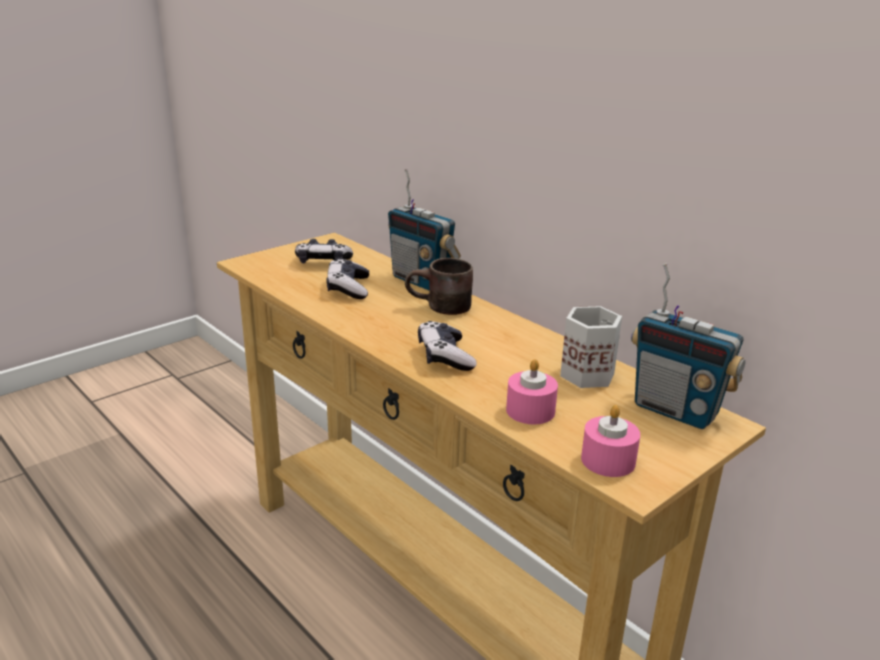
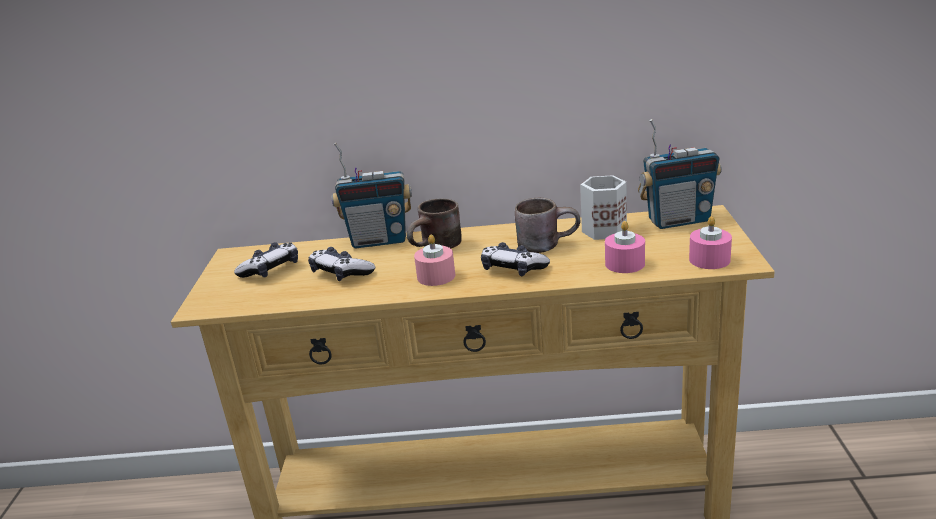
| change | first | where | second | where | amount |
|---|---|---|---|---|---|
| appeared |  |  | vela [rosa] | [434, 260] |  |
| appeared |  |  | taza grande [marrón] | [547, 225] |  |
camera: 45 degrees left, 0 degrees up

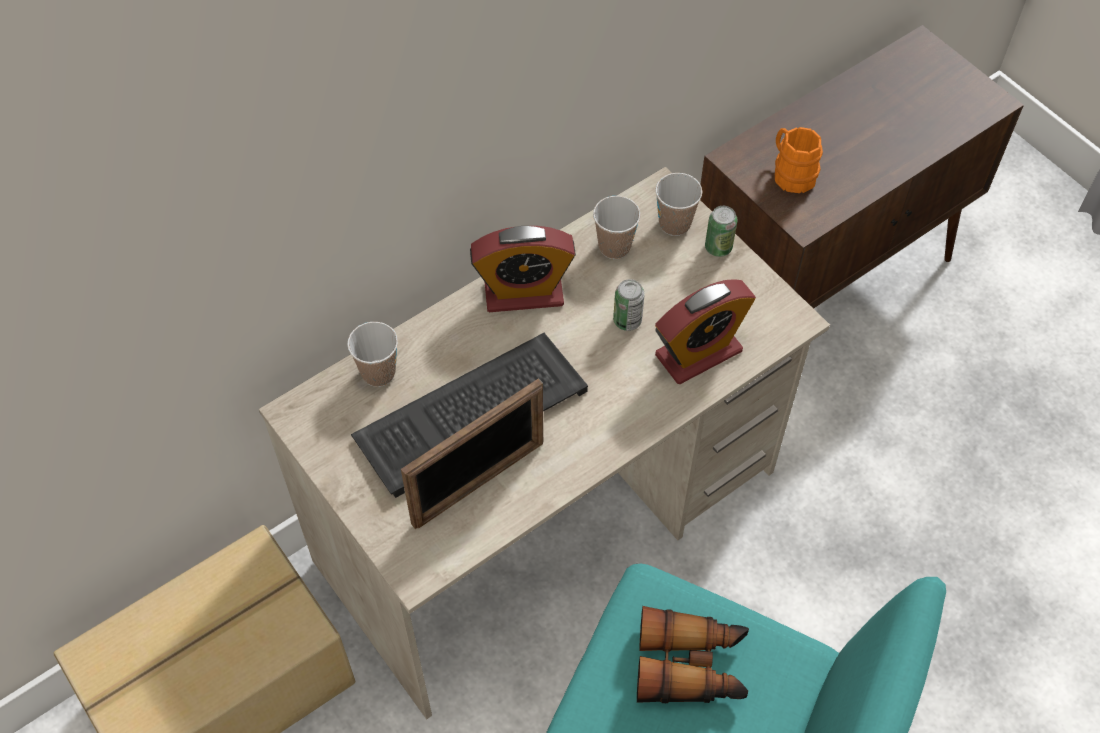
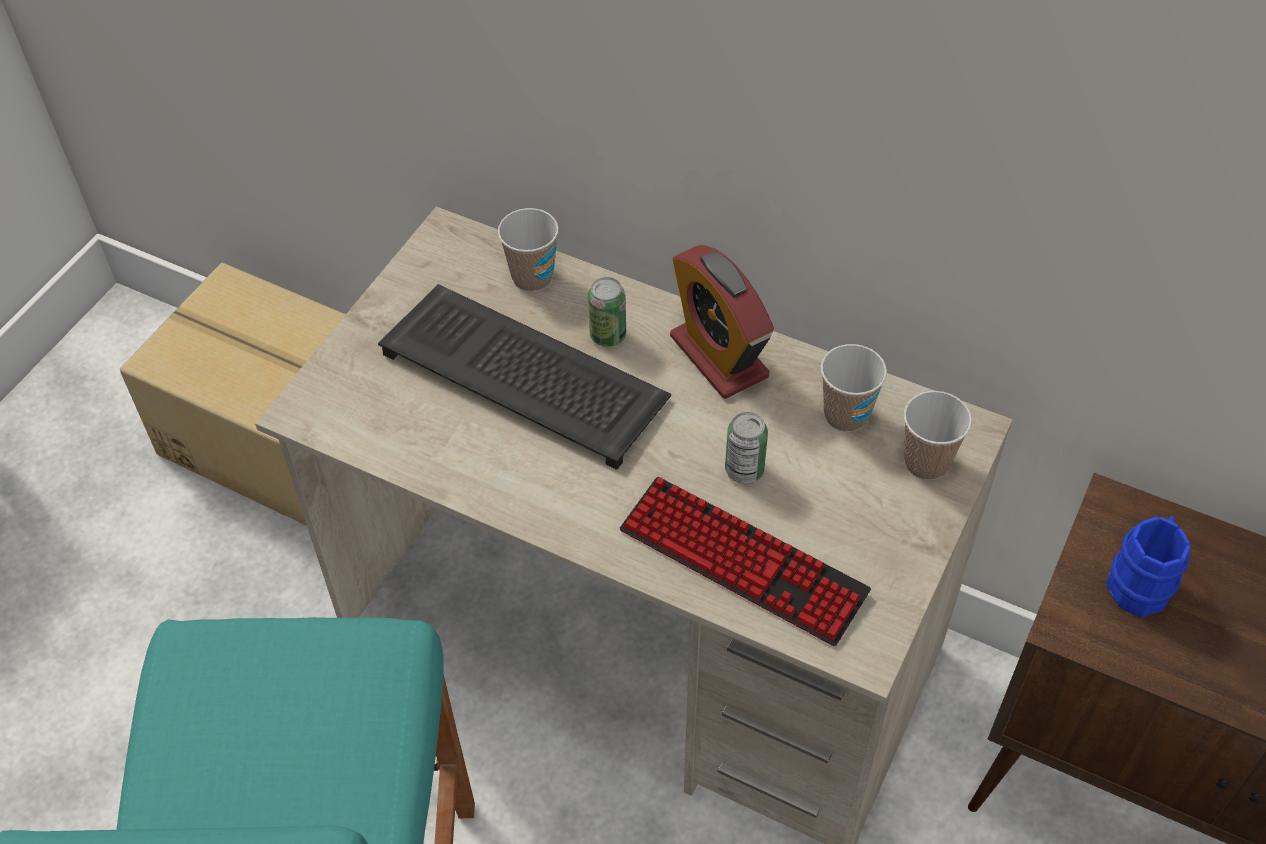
| change | first | where | second | where | amount |
|---|---|---|---|---|---|
| missing | portarretratos | [472, 453] |  |  |  |
| missing | prismáticos | [693, 654] |  |  |  |
| relocated | lata | [721, 231] |  | [607, 312] |  |
| exchanged | despertador | [705, 331] | teclado | [745, 561] |  |
| colour | taza grande [naranja] | [799, 160] | taza grande [azul] | [1148, 566] |  |
camera: 65 degrees right, 5 degrees down

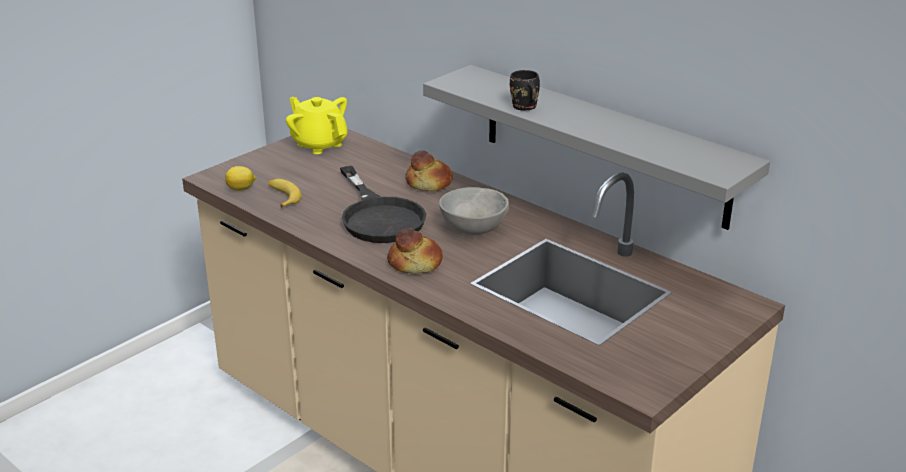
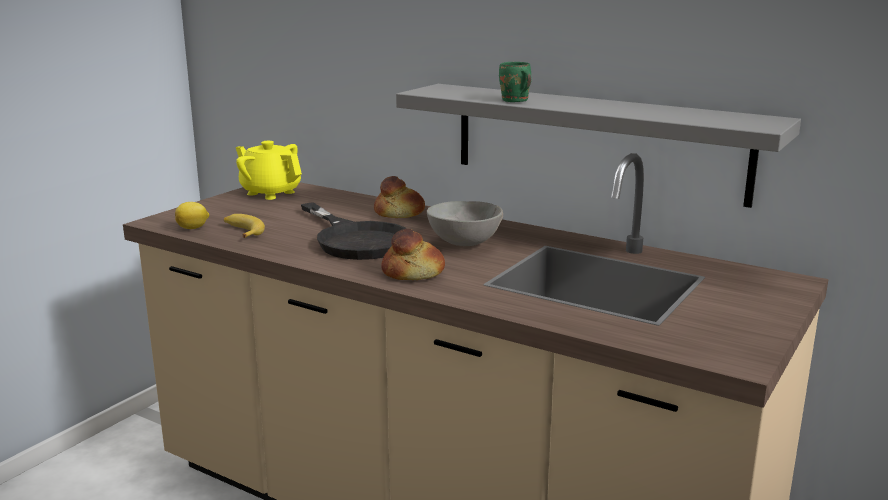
| change | first | where | second | where | amount |
|---|---|---|---|---|---|
| colour | taza grande [negro] | [525, 90] | taza grande [verde] | [515, 82] |  |
camera: 10 degrees left, 10 degrees down

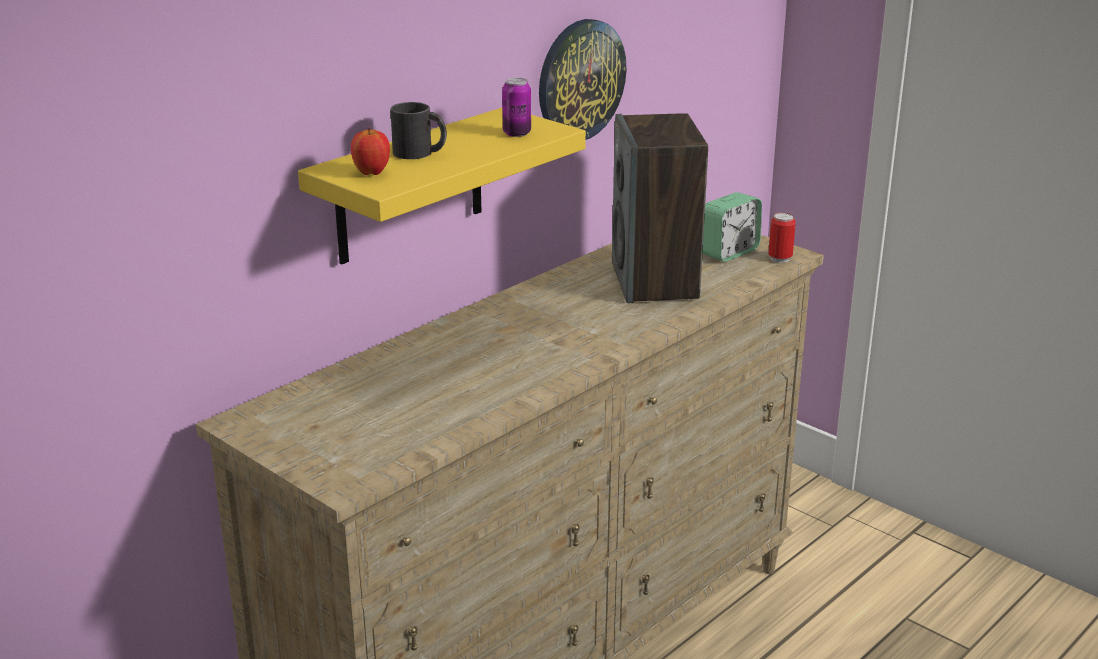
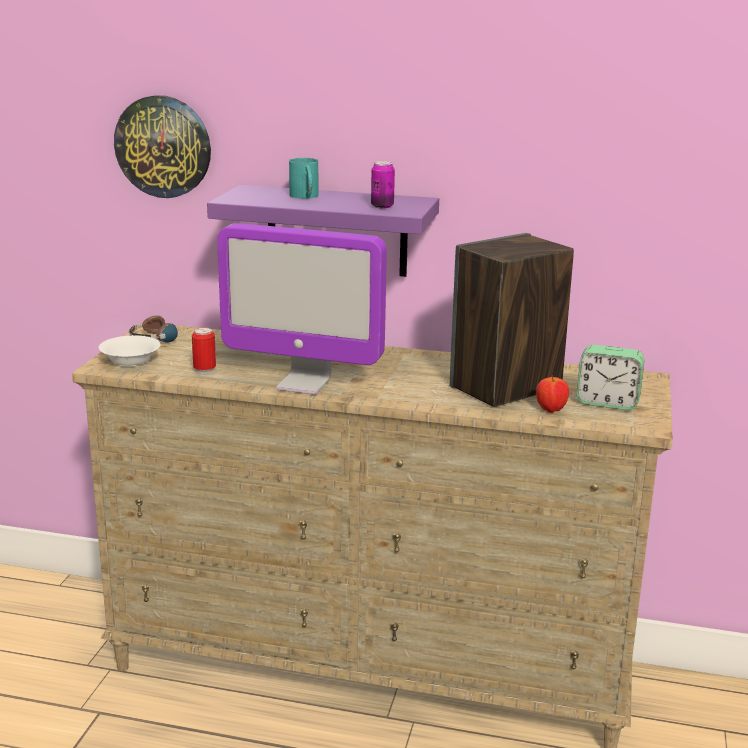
| change | first | where | second | where | amount |
|---|---|---|---|---|---|
| appeared |  |  | cuenco [blanco] | [129, 351] |  |
| appeared |  |  | auriculares | [160, 328] |  |
| appeared |  |  | monitor | [302, 309] |  |
| relocated | manzana | [370, 151] |  | [552, 394] |  |
| relocated | reloj de pared | [583, 79] |  | [162, 146] |  |
| relocated | lata | [782, 238] |  | [204, 350] |  |
| colour | estante [amarillo] | [442, 186] | estante [morado] | [323, 231] |  |
| colour | taza grande [negro] | [418, 130] | taza grande [turquesa] | [303, 178] |  |
camera: 60 degrees right, 5 degrees down

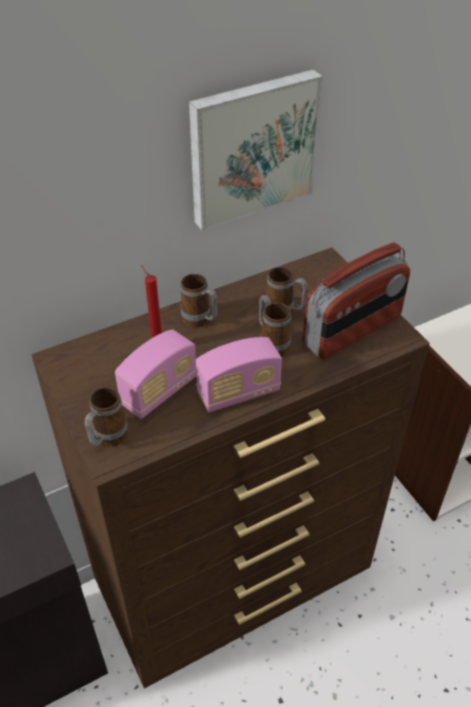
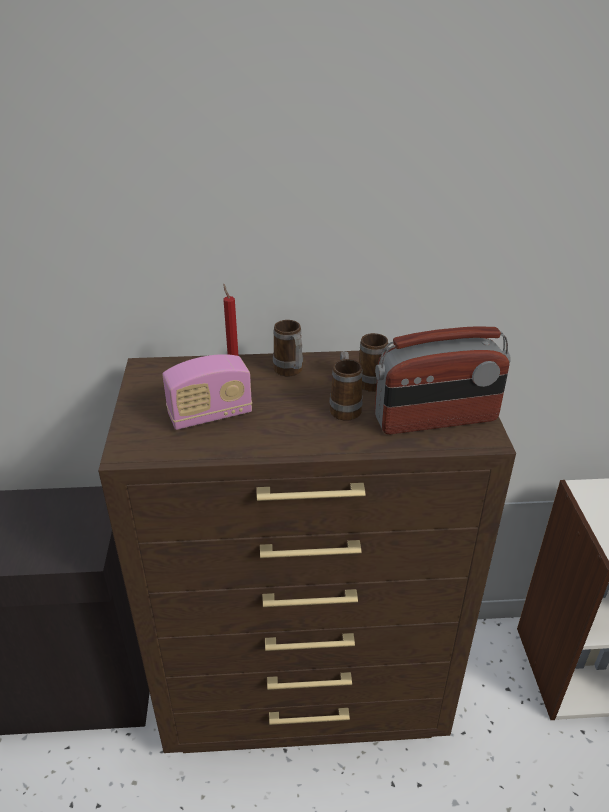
| change | first | where | second | where | amount |
|---|---|---|---|---|---|
| missing | taza grande | [106, 417] |  |  |  |
| missing | cuadro | [256, 149] |  |  |  |
| missing | radio | [239, 374] |  |  |  |
camera: 25 degrees right, 10 degrees down

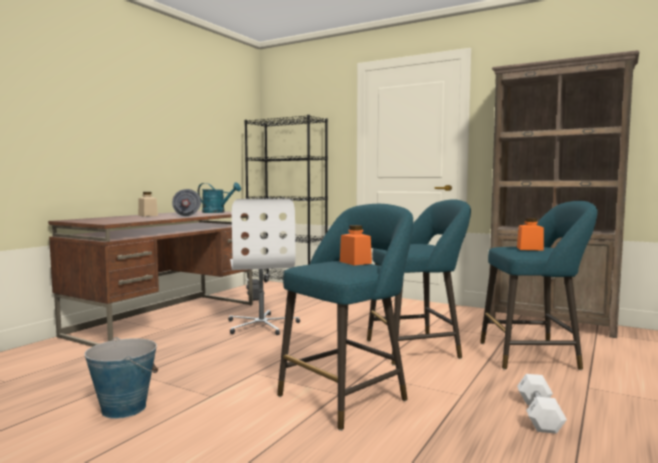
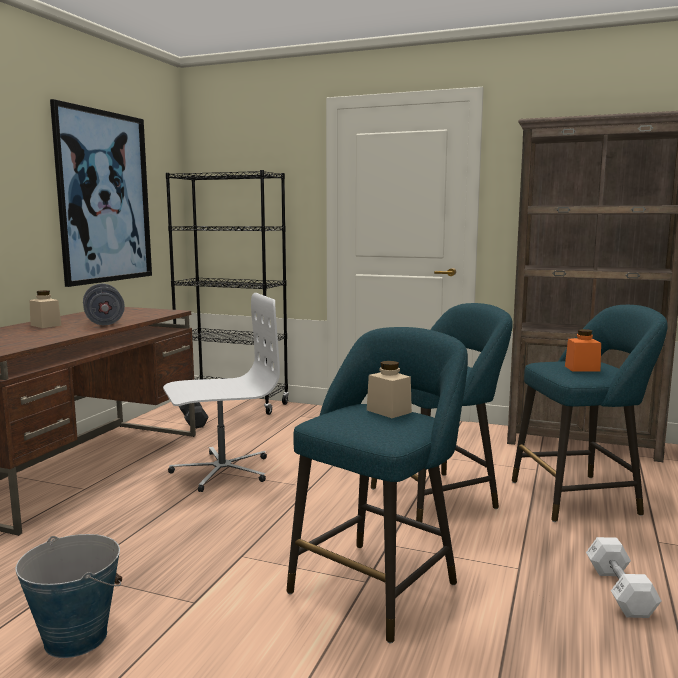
| change | first | where | second | where | amount |
|---|---|---|---|---|---|
| missing | regadera [turquesa] | [219, 197] |  |  |  |
| appeared |  |  | cuadro | [101, 193] |  |
| colour | tarro [naranja] | [356, 245] | tarro [beis] | [389, 389] |  |
| spun | silla de oficina [blanco] | [264, 267] |  | [221, 392] | 90 degrees counterclockwise |
camera: 10 degrees left, 5 degrees up

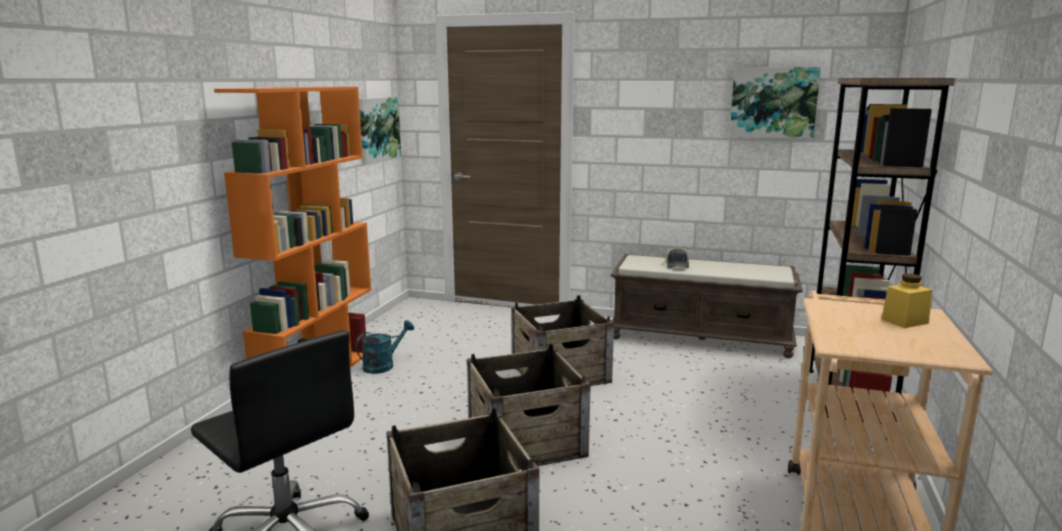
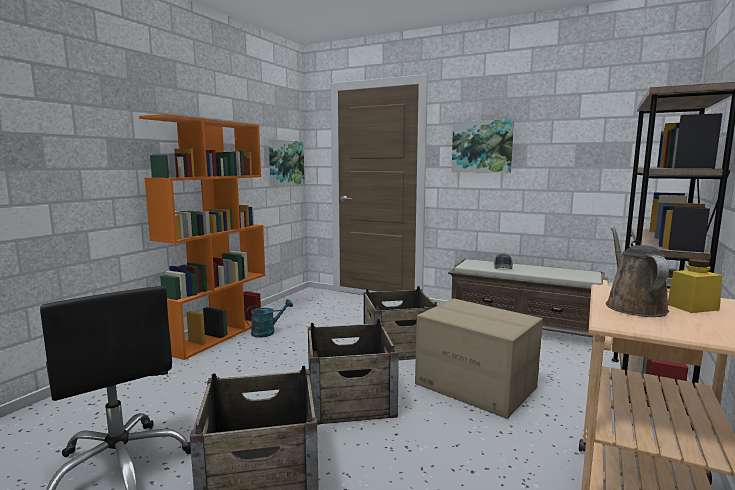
| change | first | where | second | where | amount |
|---|---|---|---|---|---|
| appeared |  |  | caja de cartón | [479, 358] |  |
| appeared |  |  | regadera [marrón] | [637, 272] |  |
| relocated | cuadro | [775, 103] |  | [482, 146] |  |
camera: 10 degrees right, 5 degrees down

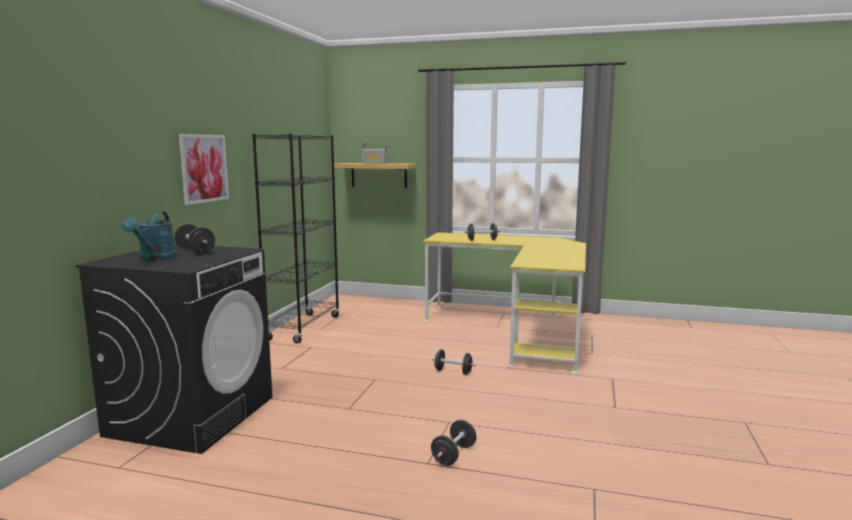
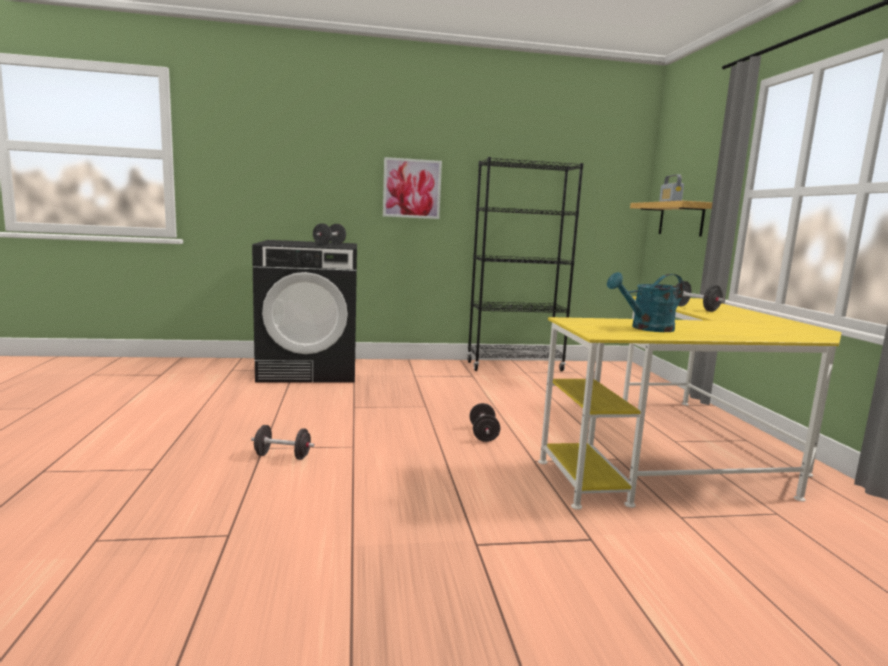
| change | first | where | second | where | amount |
|---|---|---|---|---|---|
| relocated | regadera [turquesa] | [149, 236] |  | [645, 302] |  |
camera: 65 degrees right, 0 degrees up

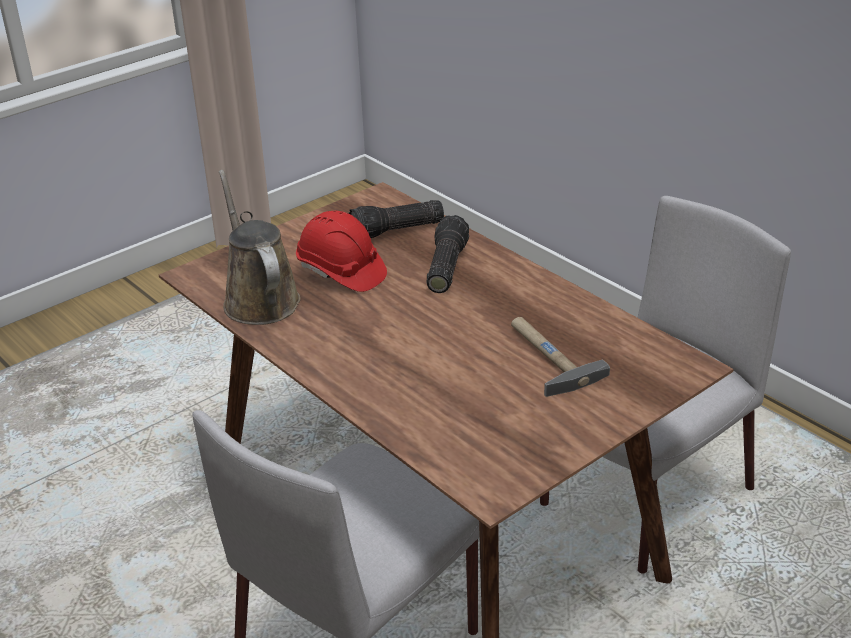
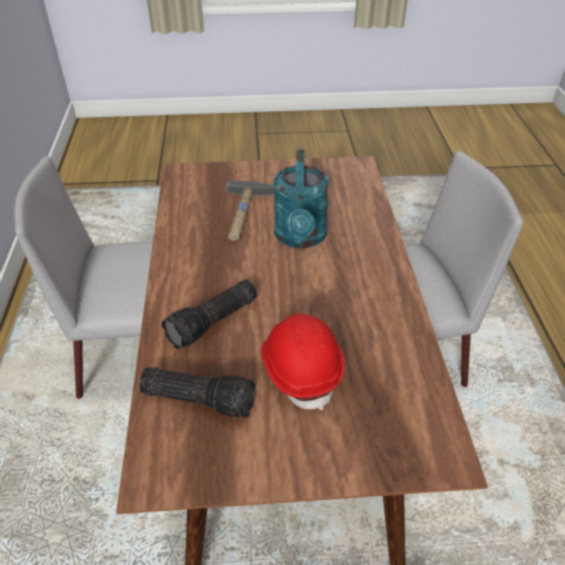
| change | first | where | second | where | amount |
|---|---|---|---|---|---|
| missing | regadera [marrón] | [260, 247] |  |  |  |
| appeared |  |  | regadera [turquesa] | [301, 199] |  |
camera: 145 degrees left, 10 degrees up

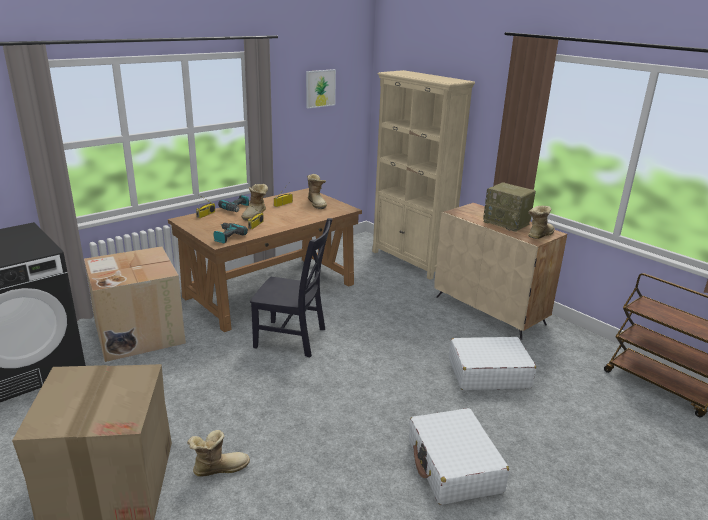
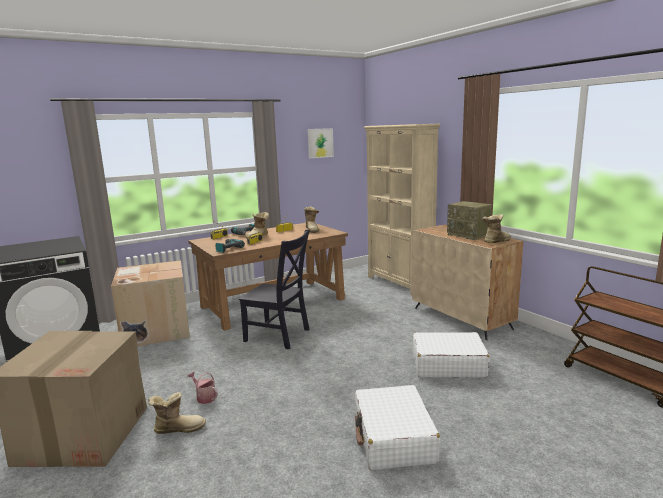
| change | first | where | second | where | amount |
|---|---|---|---|---|---|
| appeared |  |  | regadera | [203, 388] |  |
camera: 10 degrees right, 10 degrees down

